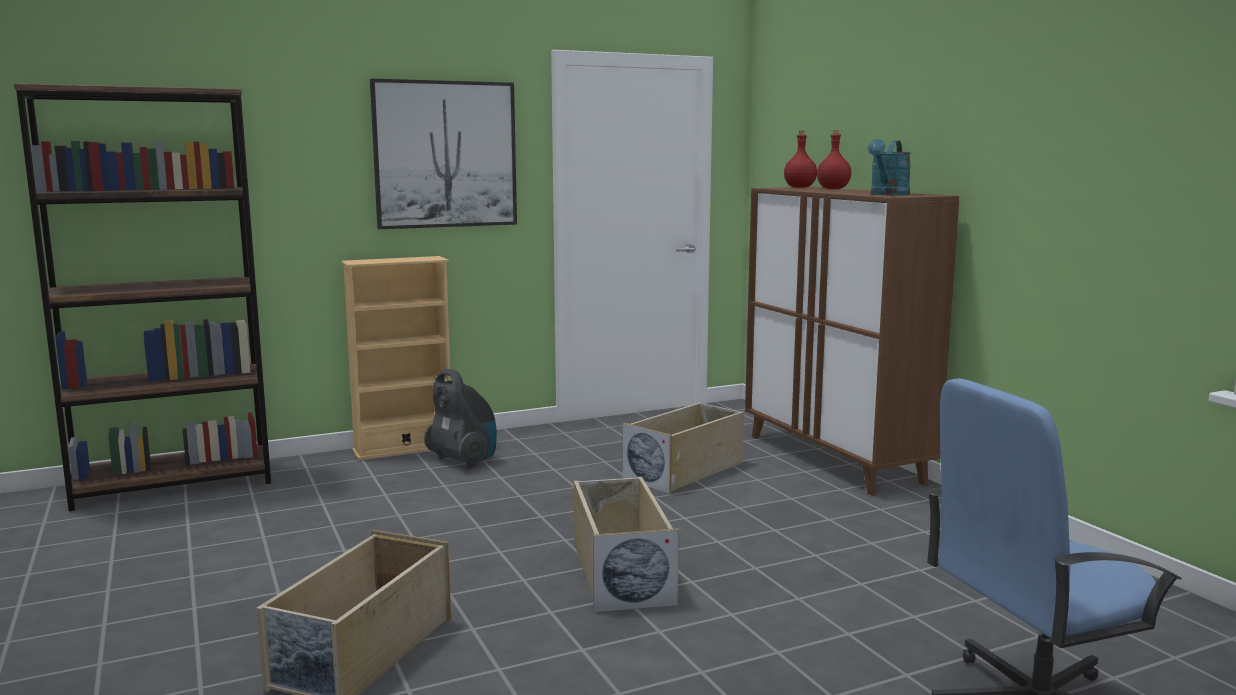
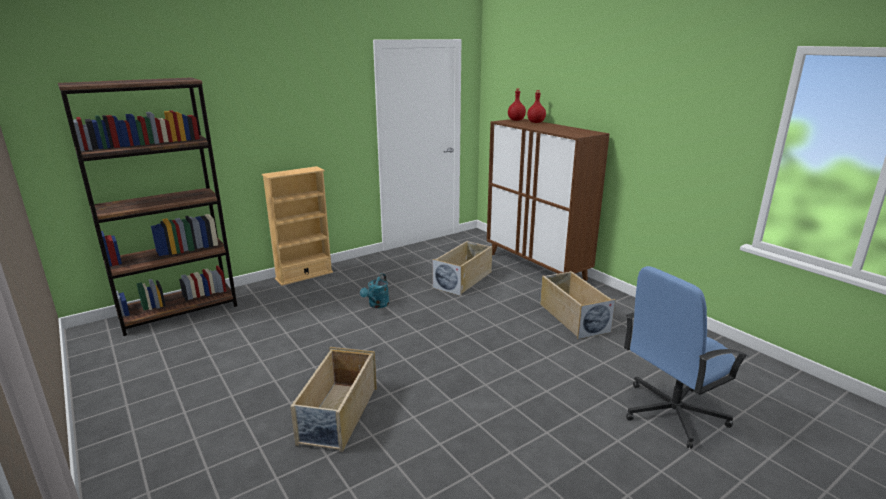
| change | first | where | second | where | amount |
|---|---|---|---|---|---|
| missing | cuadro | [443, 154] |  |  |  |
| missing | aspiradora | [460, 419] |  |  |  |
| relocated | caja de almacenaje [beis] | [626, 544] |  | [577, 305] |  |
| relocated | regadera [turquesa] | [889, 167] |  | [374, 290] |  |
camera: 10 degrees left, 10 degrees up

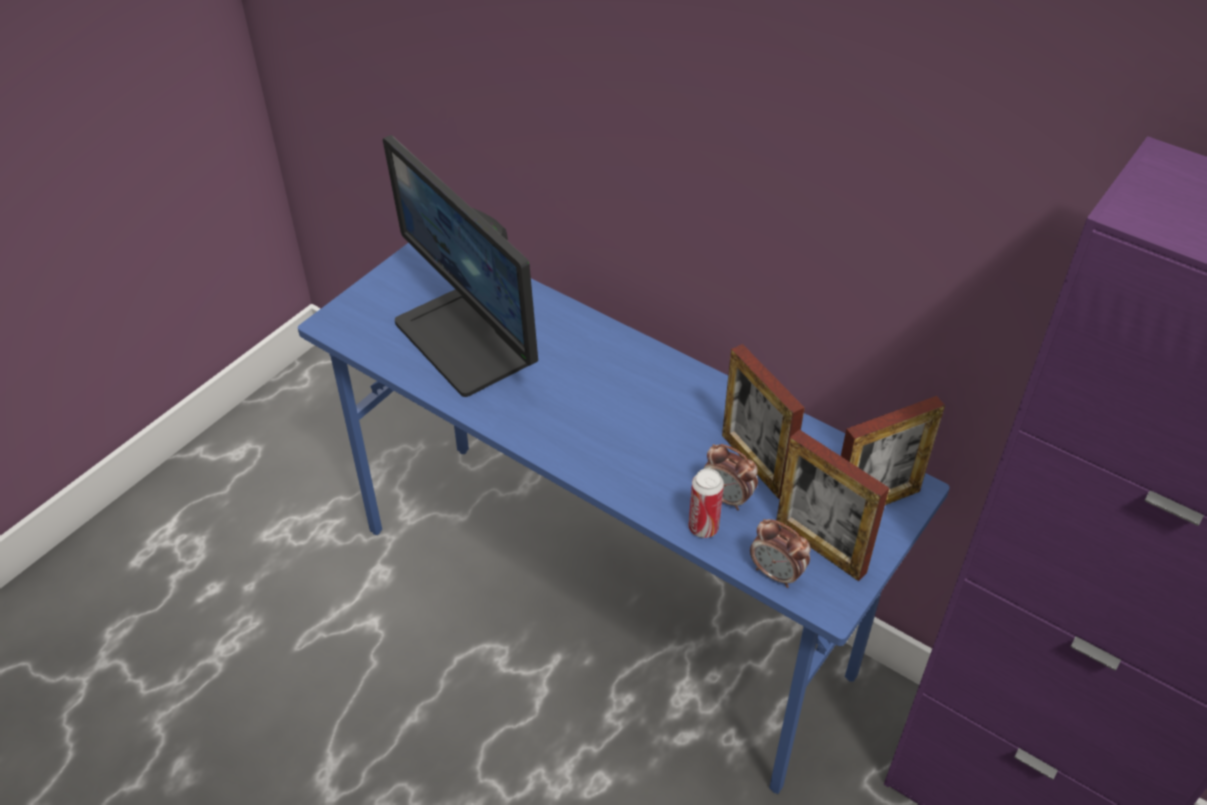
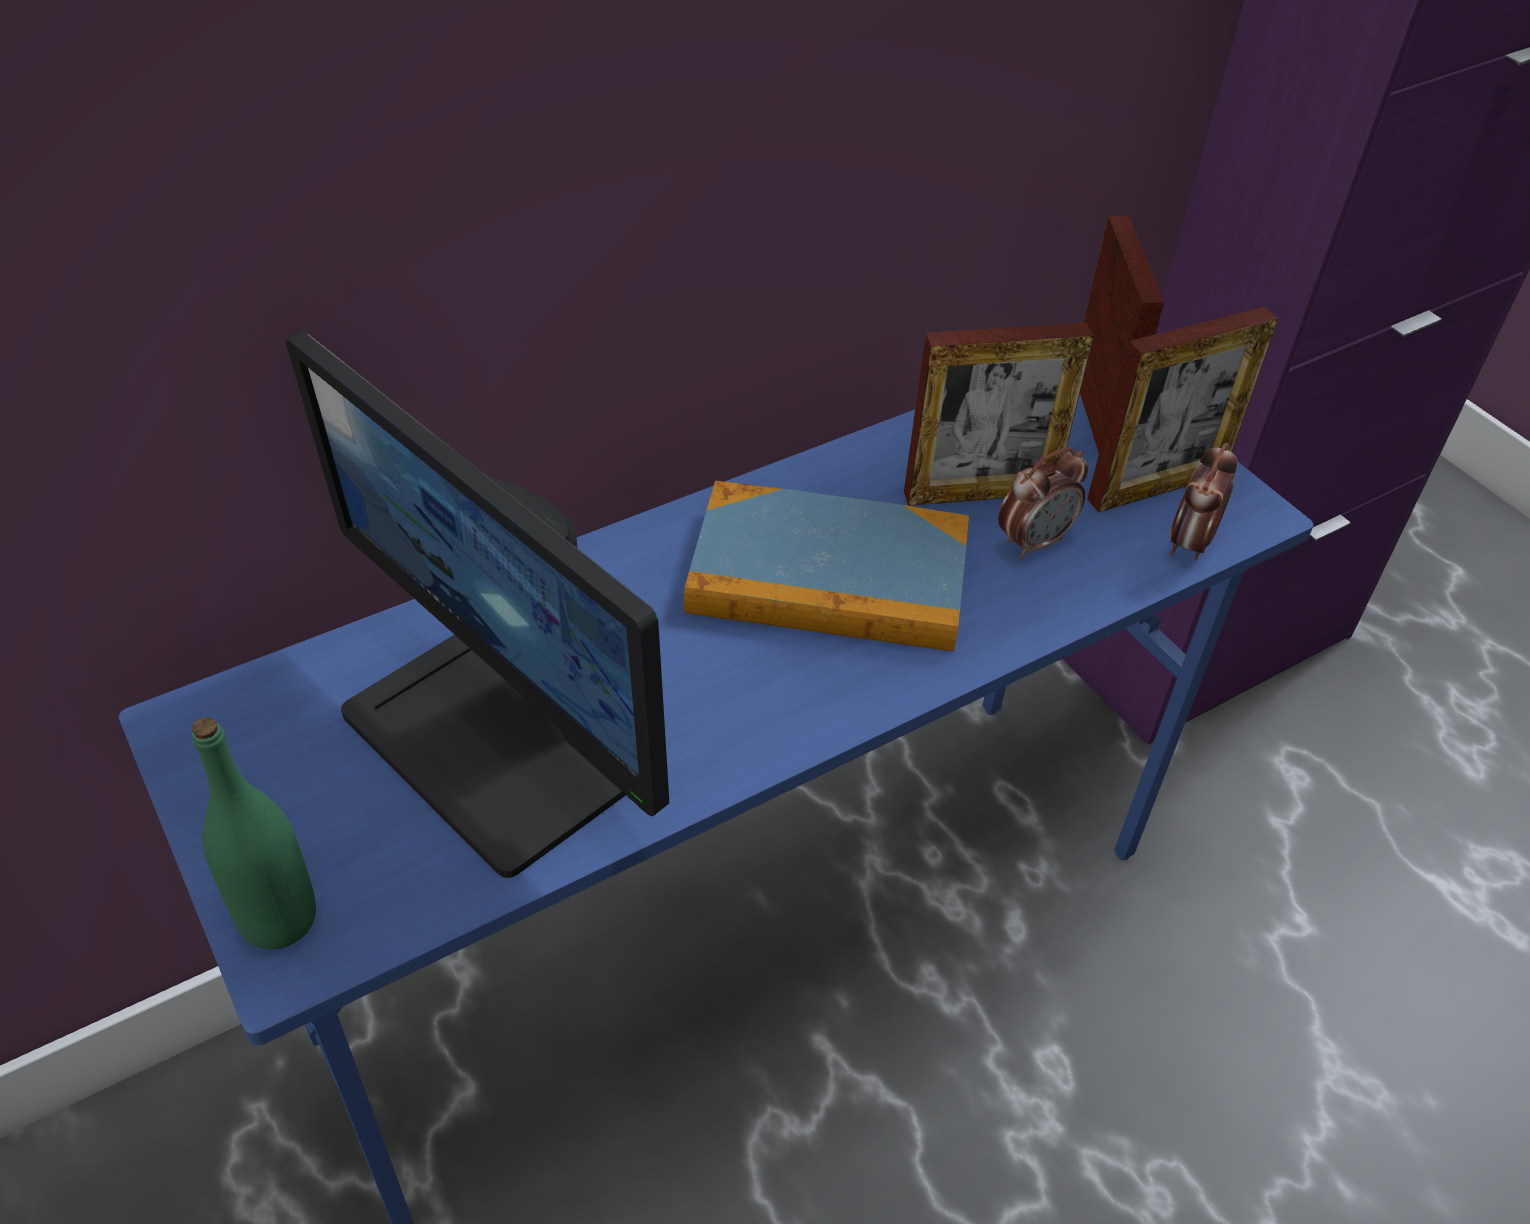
| change | first | where | second | where | amount |
|---|---|---|---|---|---|
| missing | lata | [706, 503] |  |  |  |
| appeared |  |  | botella [verde] | [254, 833] |  |
| appeared |  |  | libro | [826, 566] |  |
| spun | monitor | [460, 266] |  | [477, 604] | 60 degrees clockwise |
| spun | despertador | [780, 553] |  | [1203, 501] | 150 degrees clockwise |
camera: 70 degrees left, 0 degrees up

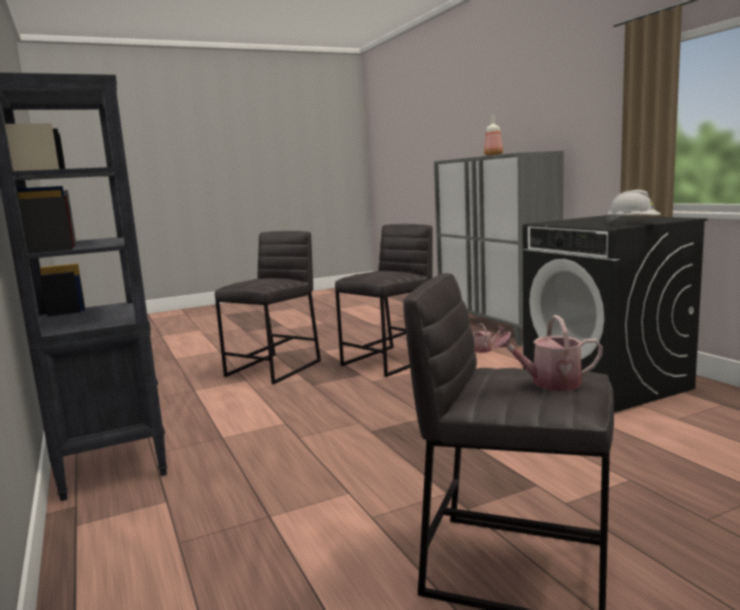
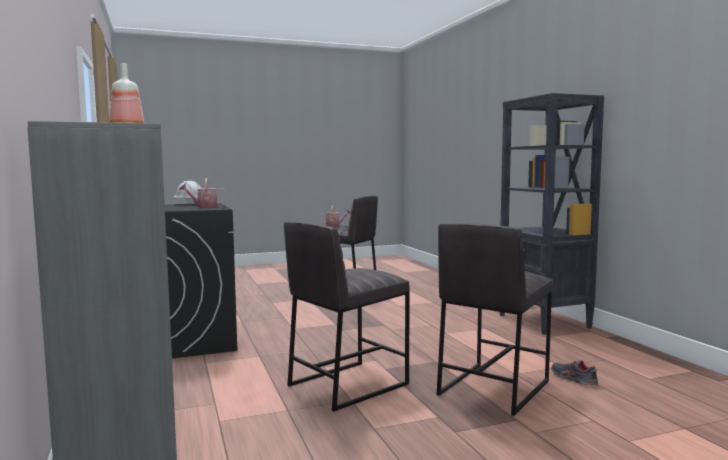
| change | first | where | second | where | amount |
|---|---|---|---|---|---|
| appeared |  |  | zapato | [574, 372] |  |
| relocated | regadera | [489, 338] |  | [203, 192] |  |
camera: 175 degrees left, 5 degrees down

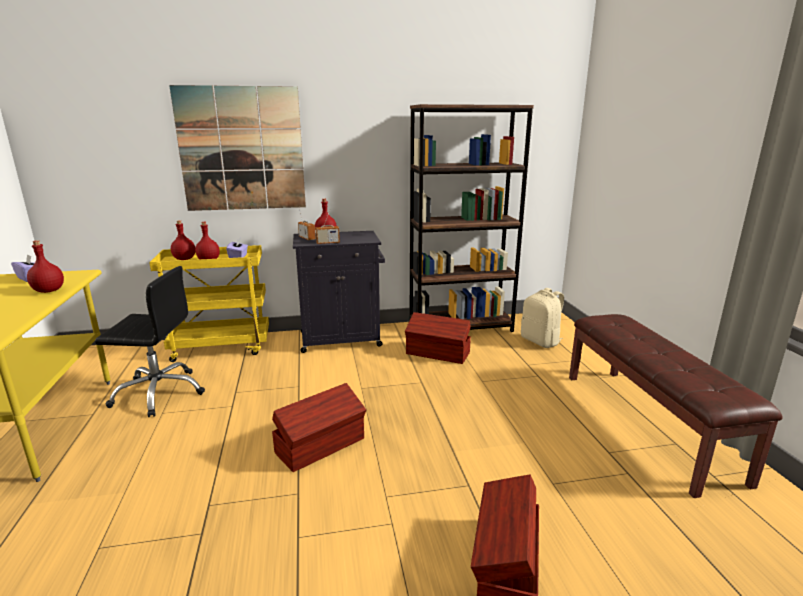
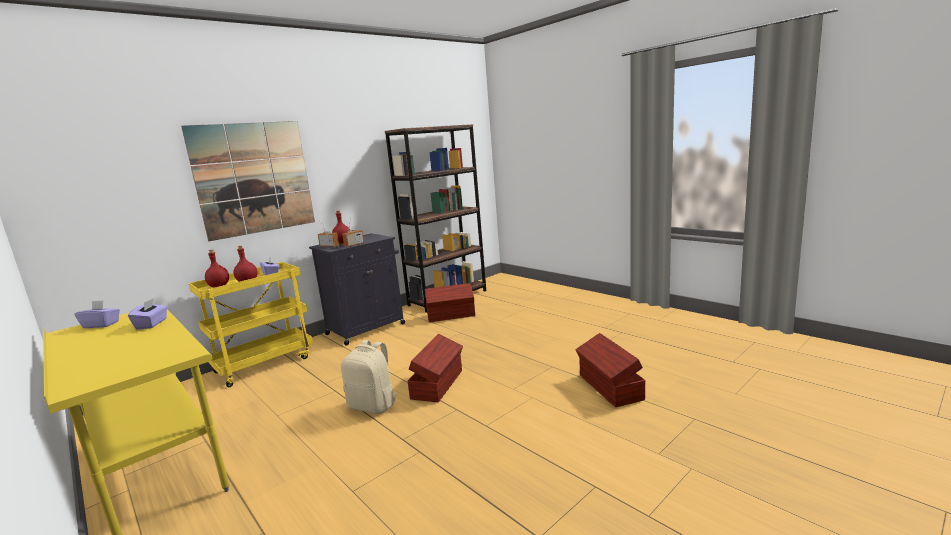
| change | first | where | second | where | amount |
|---|---|---|---|---|---|
| missing | silla de oficina [negro] | [150, 341] |  |  |  |
| missing | banco [marrón] | [676, 406] |  |  |  |
| relocated | mochila [beis] | [542, 318] |  | [369, 377] |  |
| exchanged | botella [rojo] | [45, 266] | caja de pañuelos [morado] | [147, 314] |  |
camera: 30 degrees left, 5 degrees down

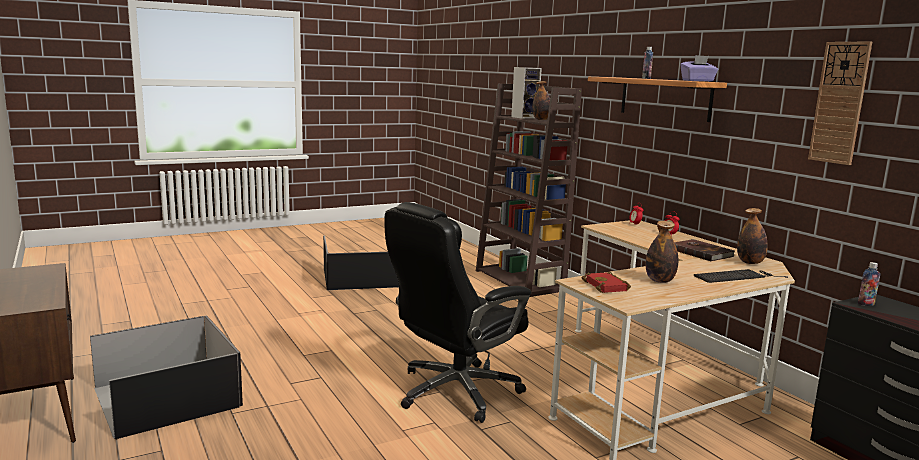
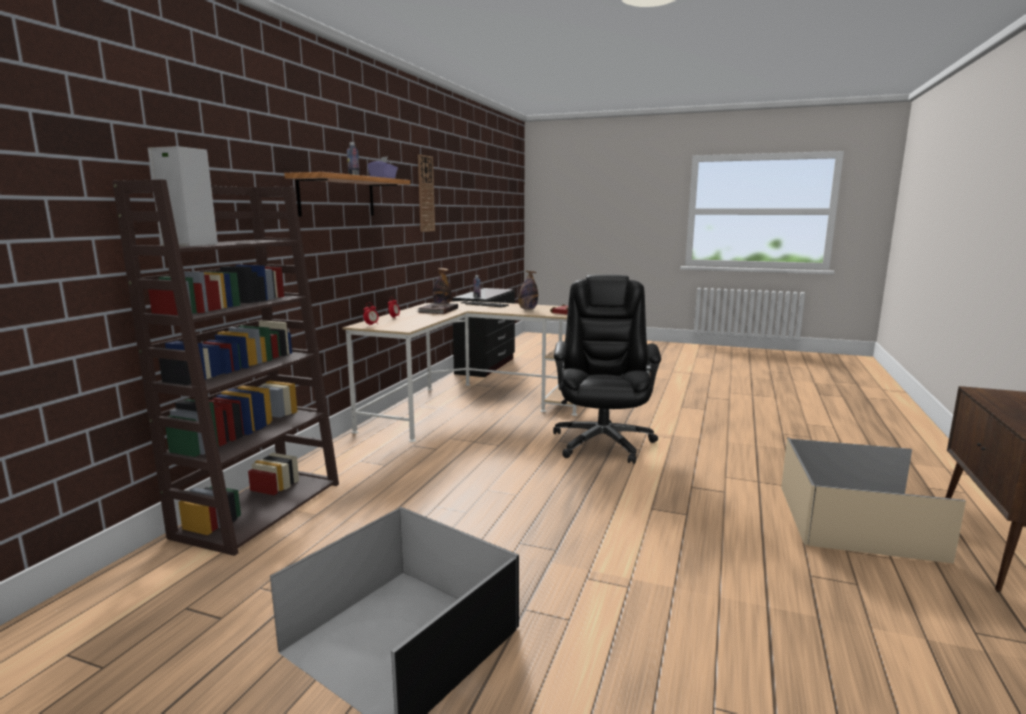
| change | first | where | second | where | amount |
|---|---|---|---|---|---|
| missing | botella | [541, 100] |  |  |  |
| colour | caja de almacenaje [negro] | [166, 377] | caja de almacenaje [beis] | [873, 501] |  |
| spun | silla de oficina [negro] | [458, 312] |  | [607, 369] | 90 degrees counterclockwise |
camera: 130 degrees left, 0 degrees up

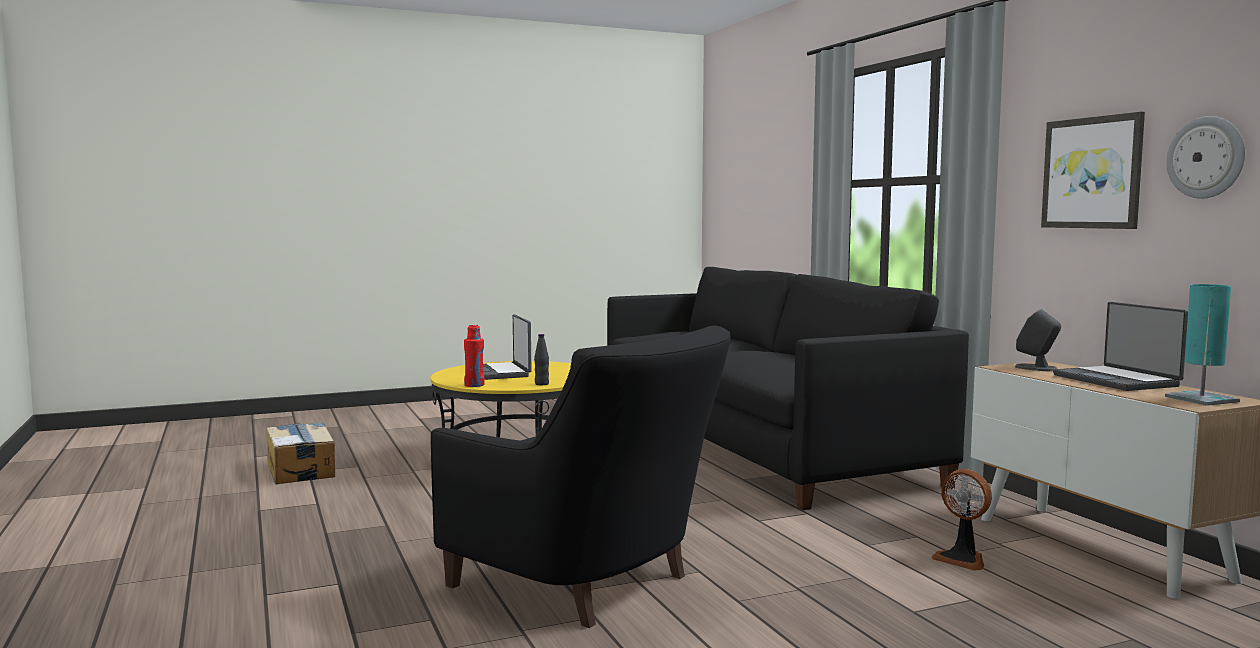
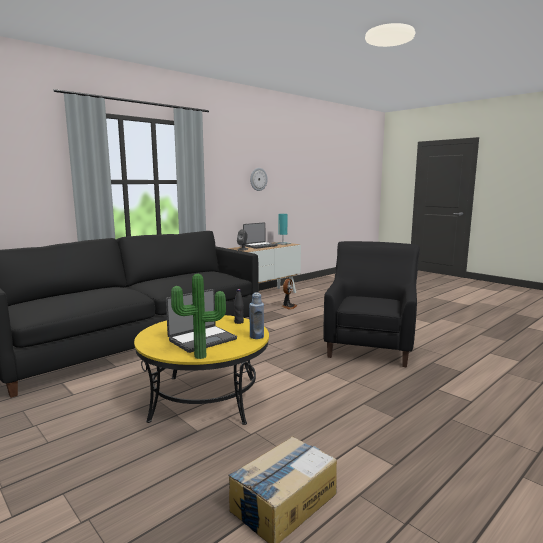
| change | first | where | second | where | amount |
|---|---|---|---|---|---|
| missing | cuadro | [1093, 170] |  |  |  |
| appeared |  |  | planta en maceta | [198, 316] |  |
| colour | botella [rojo] | [474, 355] | botella [azul] | [256, 315] |  |
camera: 110 degrees left, 5 degrees up

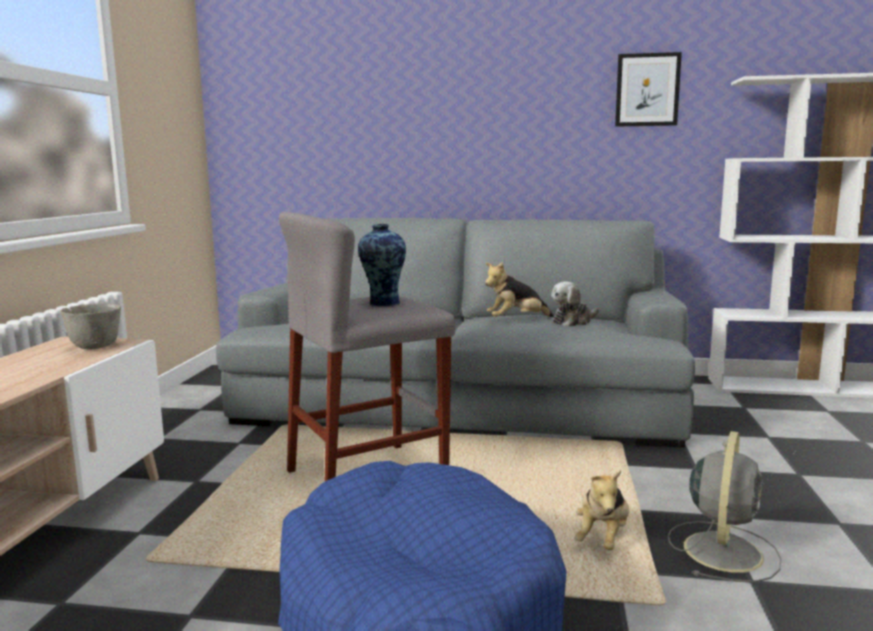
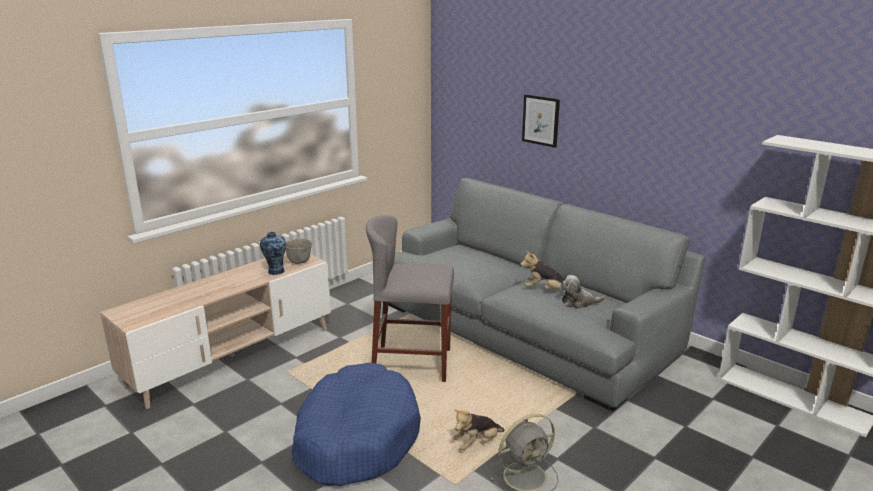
| change | first | where | second | where | amount |
|---|---|---|---|---|---|
| relocated | florero | [382, 265] |  | [273, 253] |  |
| relocated | cuadro | [648, 89] |  | [541, 121] |  |
camera: 35 degrees right, 10 degrees up

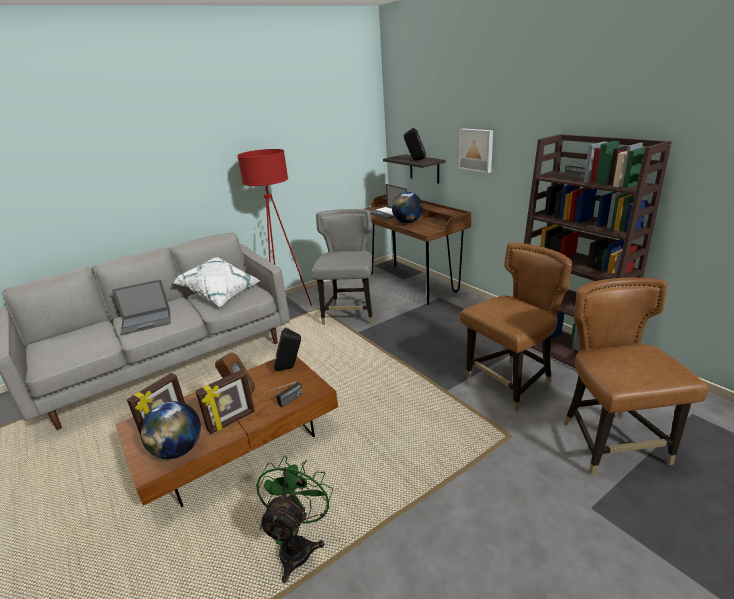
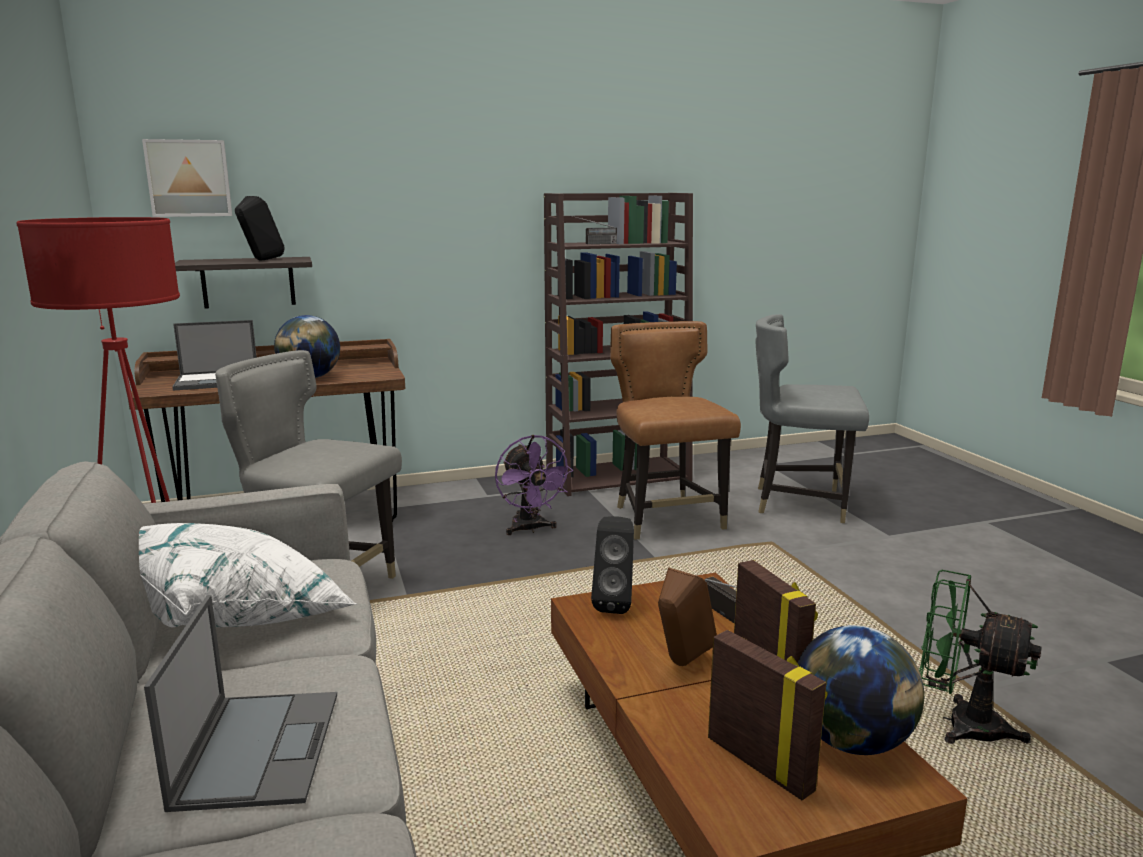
| change | first | where | second | where | amount |
|---|---|---|---|---|---|
| appeared |  |  | ventilador [morado] | [534, 485] |  |
| relocated | cuadro | [476, 150] |  | [187, 178] |  |
| colour | silla [marrón] | [636, 376] | silla [gris] | [812, 418] |  |
camera: 75 degrees left, 10 degrees down

